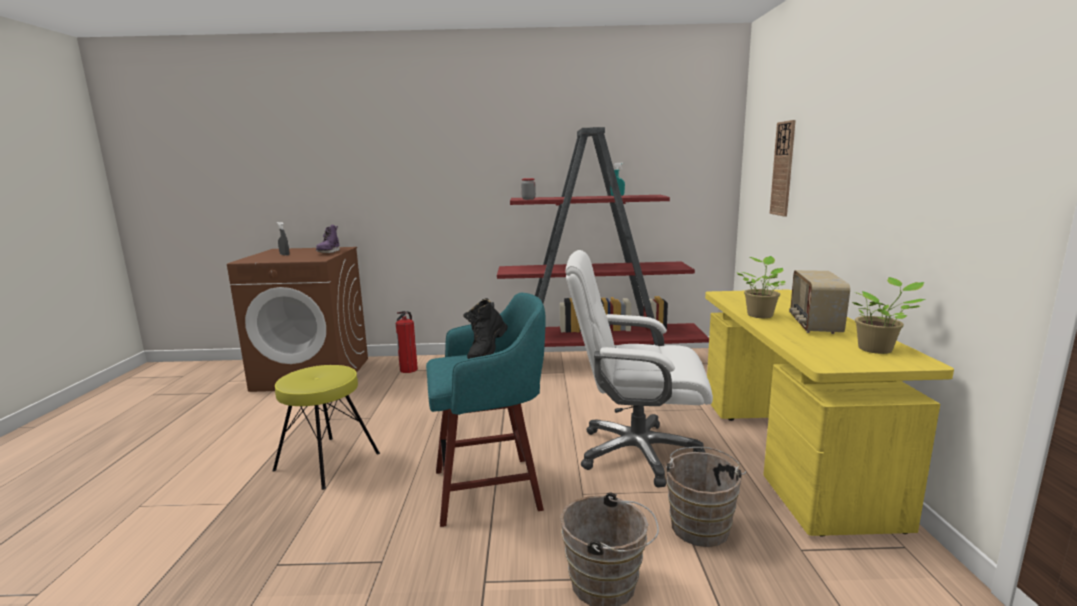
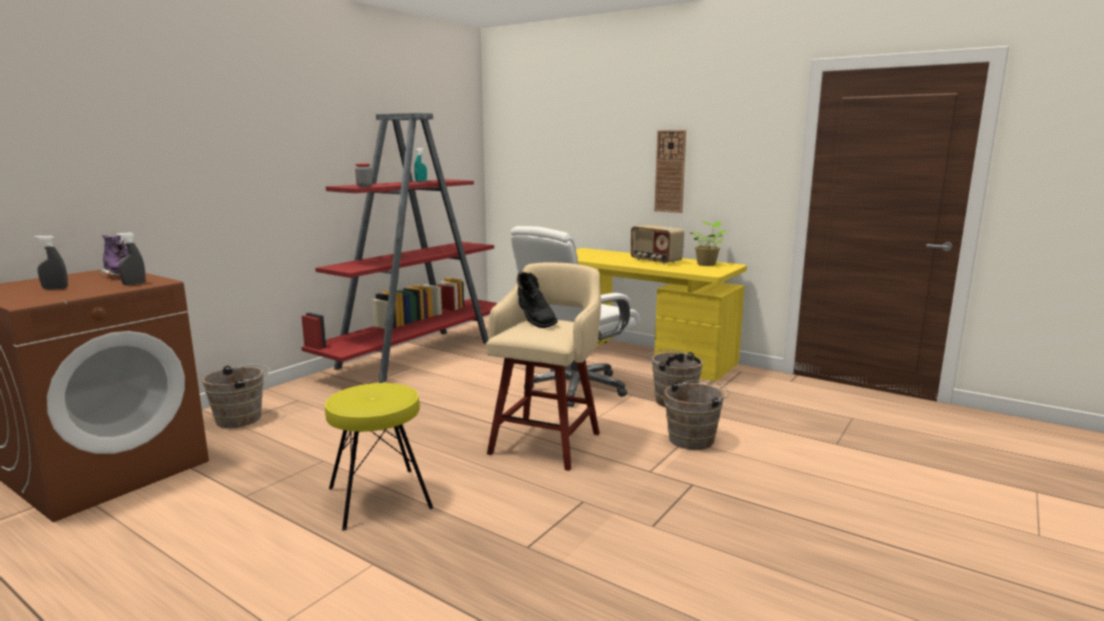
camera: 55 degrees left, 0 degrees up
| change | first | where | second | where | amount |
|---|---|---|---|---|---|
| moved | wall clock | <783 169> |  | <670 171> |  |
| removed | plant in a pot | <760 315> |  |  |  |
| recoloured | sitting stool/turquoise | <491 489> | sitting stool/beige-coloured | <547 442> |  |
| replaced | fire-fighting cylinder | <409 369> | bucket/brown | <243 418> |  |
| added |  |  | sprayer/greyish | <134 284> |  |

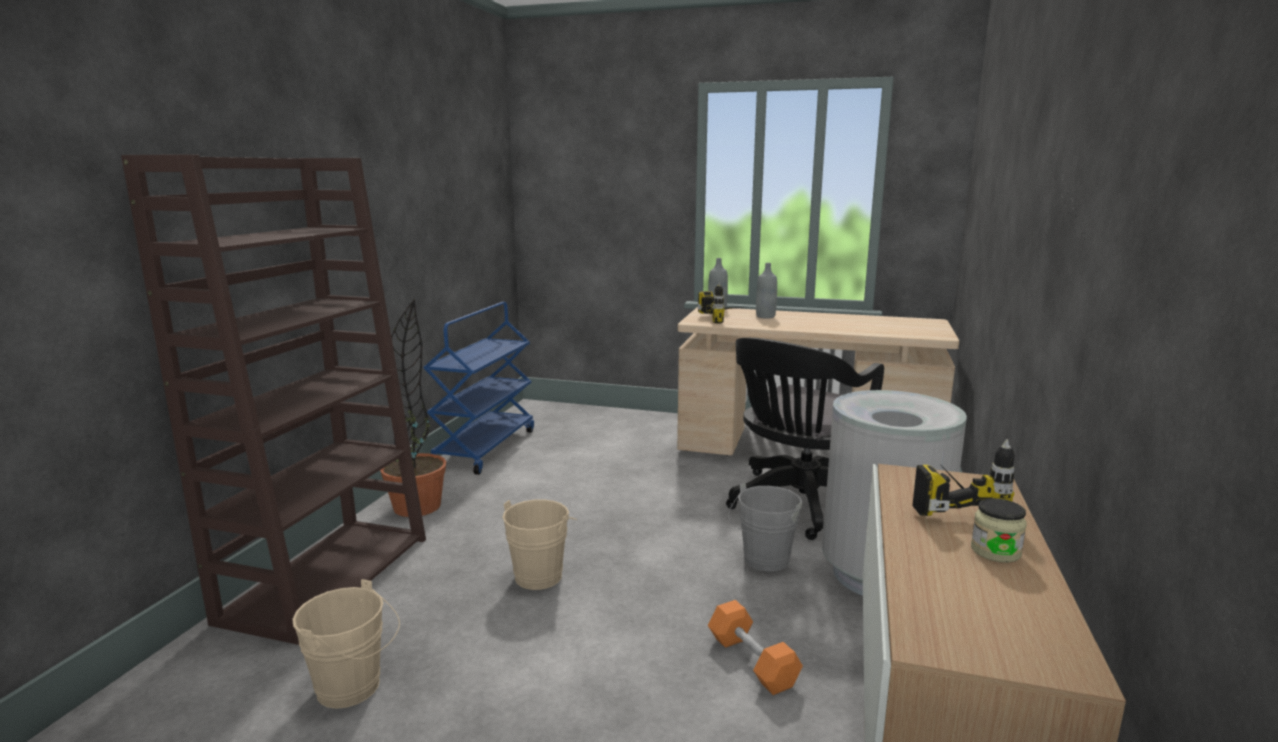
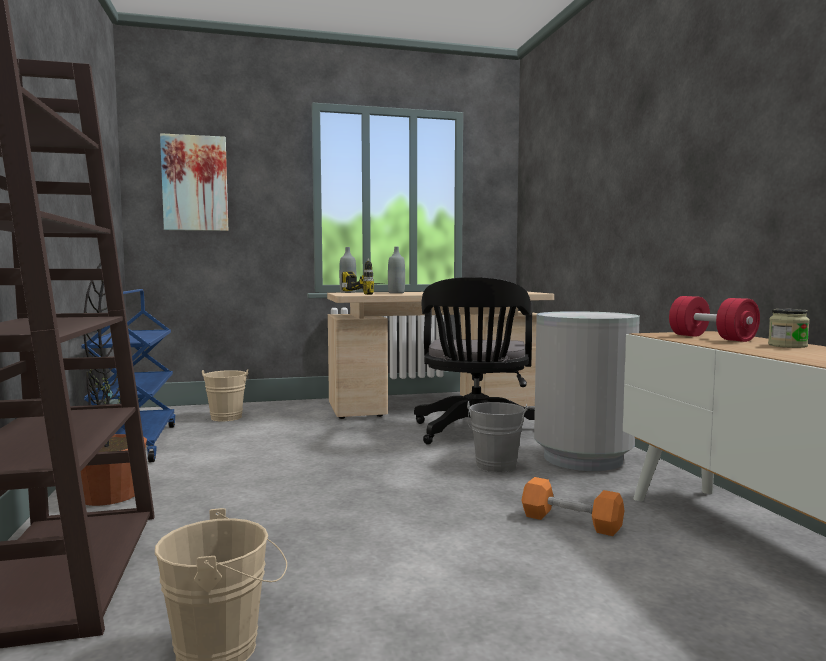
camera: 30 degrees left, 10 degrees down
| change | first | where | second | where | amount |
|---|---|---|---|---|---|
| replaced | drill | <949 502> | free weight/reddish | <712 338> |  |
| moved | bucket/beige-coloured | <541 574> |  | <227 416> |  |
| added |  |  | wall picture | <195 183> |  |

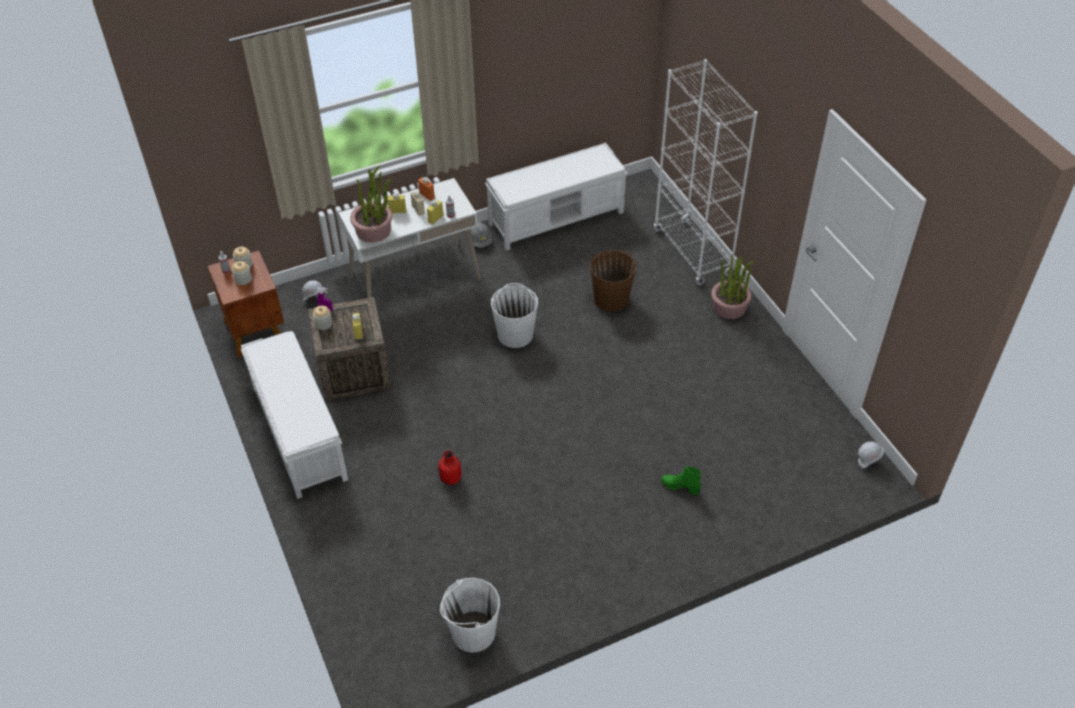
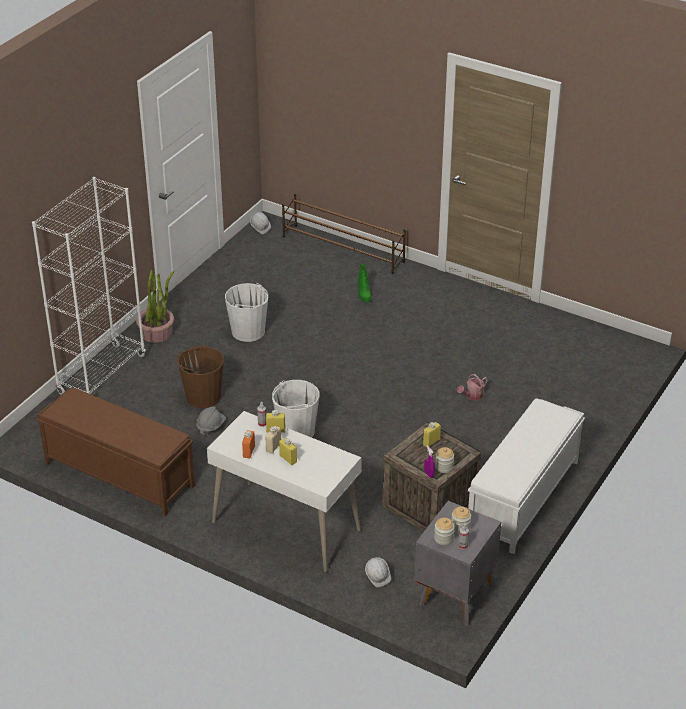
camera: 125 degrees left, 10 degrees down
| change | first | where | second | where | amount |
|---|---|---|---|---|---|
| recoloured | long seat/white | <557 217> | long seat/brown | <118 474> |  |
| removed | plant in a pot | <373 230> |  |  |  |
| moved | hard hat/greyish | <480 241> |  | <210 426> |  |
| recoloured | night table/brown | <255 331> | night table/greyish | <455 596> |  |
| replaced | beverage bottle/reddish | <451 478> | watering pot | <472 396> |  |
| moved | bucket/white | <473 632> |  | <248 331> |  |
| added |  |  | shoe stand/brown | <343 249> |  |

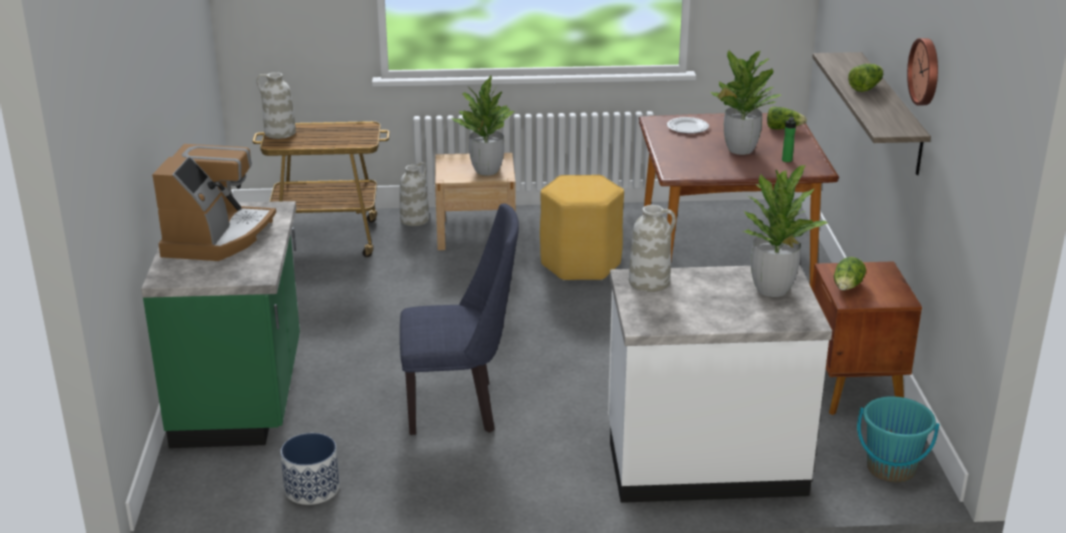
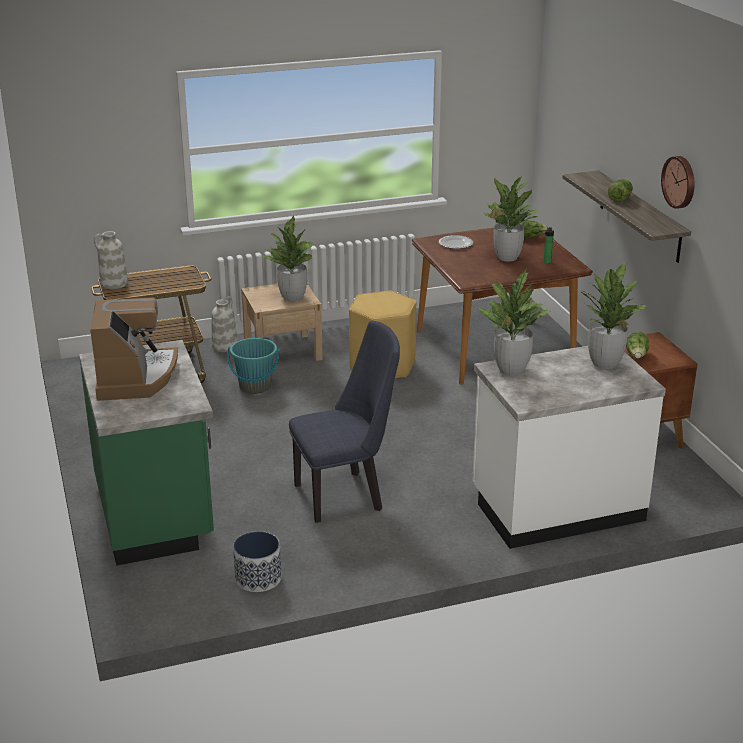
camera: 15 degrees left, 0 degrees up
| change | first | where | second | where | amount |
|---|---|---|---|---|---|
| replaced | decorative vase/white | <650 282> | plant in a pot | <511 369> |  |
| moved | bucket/turquoise | <891 469> |  | <255 386> |  |

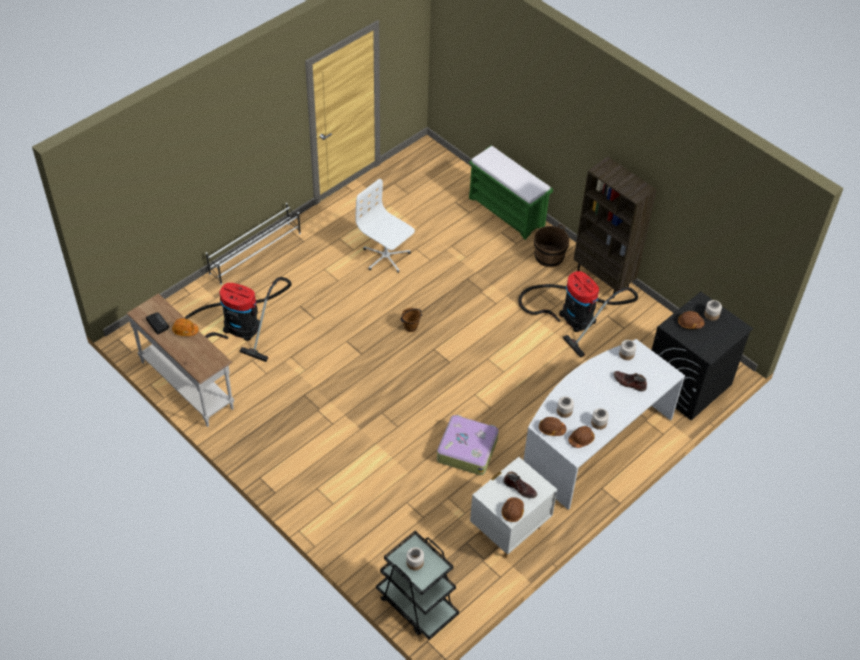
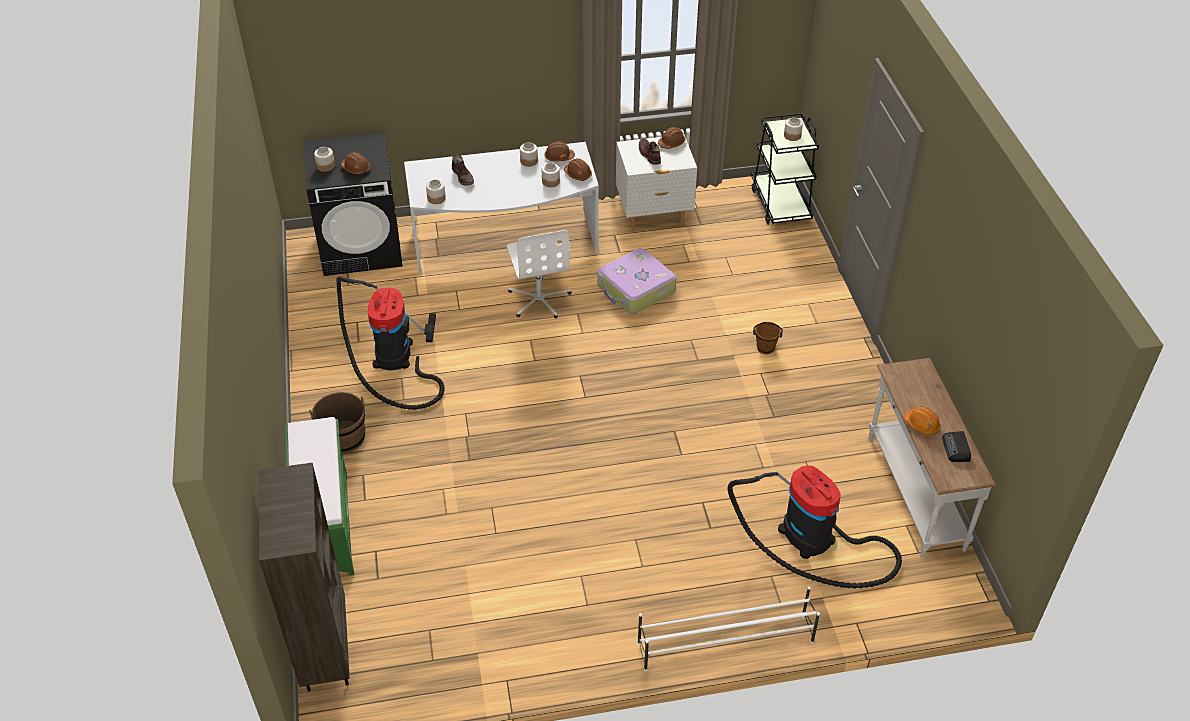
camera: 145 degrees left, 5 degrees down
| change | first | where | second | where | amount |
|---|---|---|---|---|---|
| moved | shelving unit/brown | <603 278> |  | <325 651> |  |
| moved | desk chair/white | <386 257> |  | <539 299> |  |
| moved | bucket/brown | <410 327> |  | <765 348> |  |

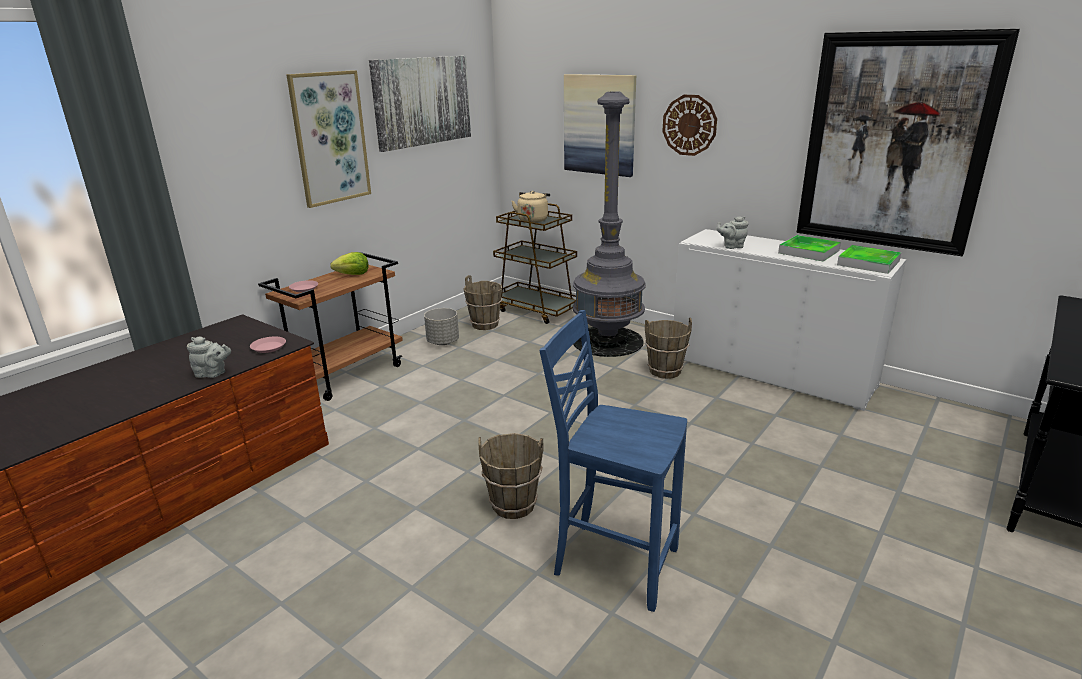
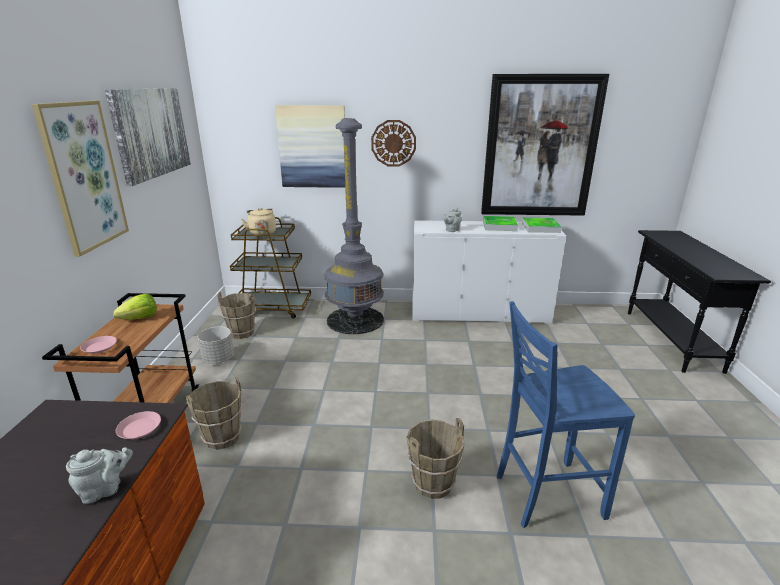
camera: 35 degrees left, 0 degrees up
| change | first | where | second | where | amount |
|---|---|---|---|---|---|
| moved | bucket/brown | <664 371> |  | <222 437> |  |

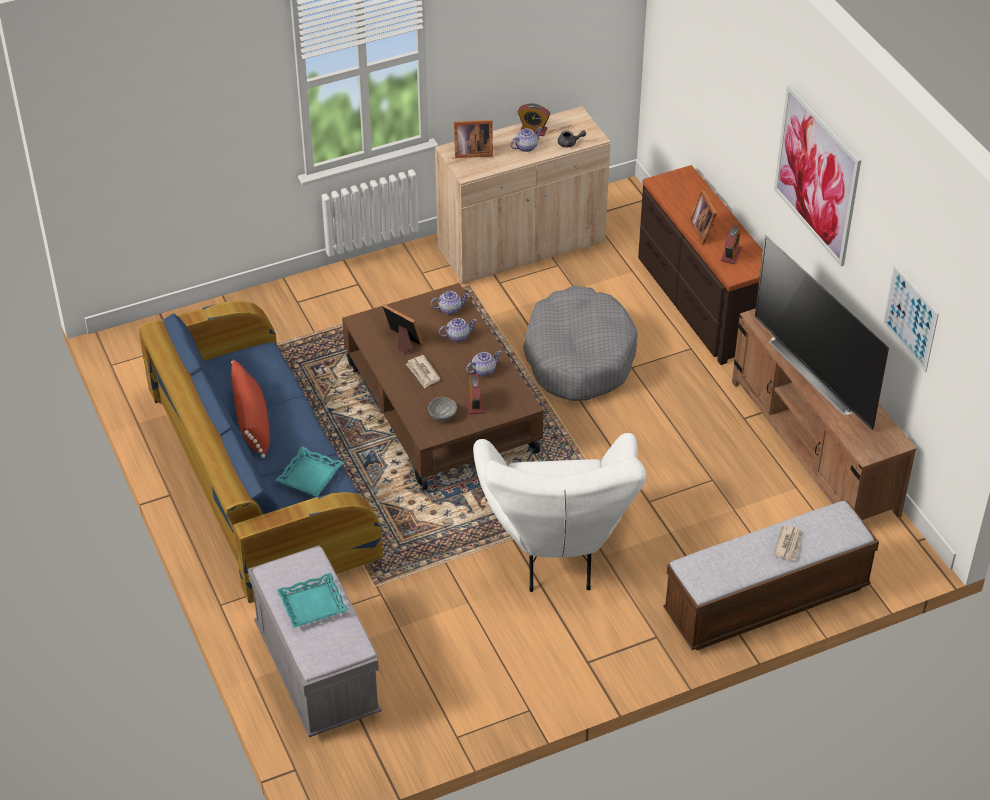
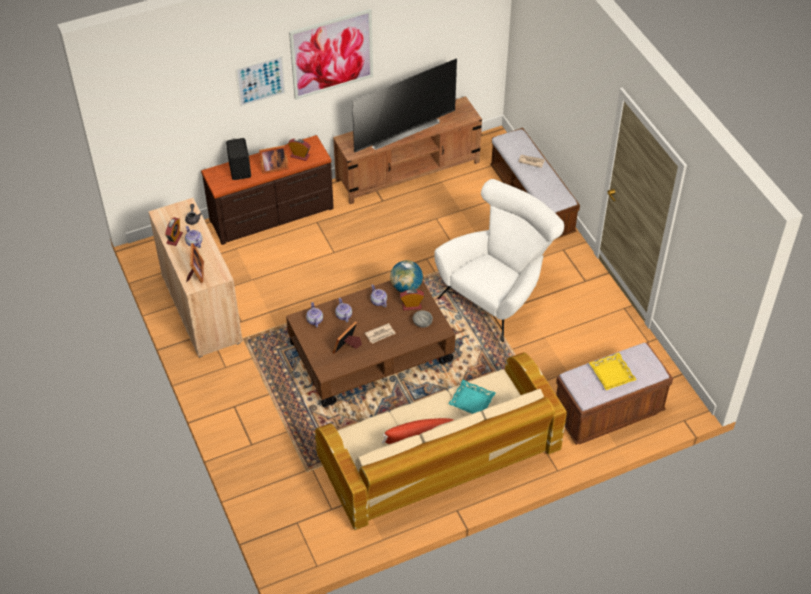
camera: 90 degrees left, 5 degrees up
| change | first | where | second | where | amount |
|---|---|---|---|---|---|
| moved | wall picture | <910 318> |  | <260 81> |  |
| removed | pet bed/greyish | <579 357> |  |  |  |
| recoloured | couch/bluish | <259 477> | couch/beige-coloured | <438 456> |  |
| turned | armchair/white | <557 549> |  | <497 293> | 45 degrees counterclockwise |
| recoloured | long seat/greyish | <317 672> | long seat/brown | <608 413> |  |
| recoloured | carrying tray/turquoise | <312 604> | carrying tray/yellowish | <611 374> |  |
| added |  |  | audio speaker/black-coloured | <240 169> |  |
| added |  |  | desk globe | <406 287> |  |

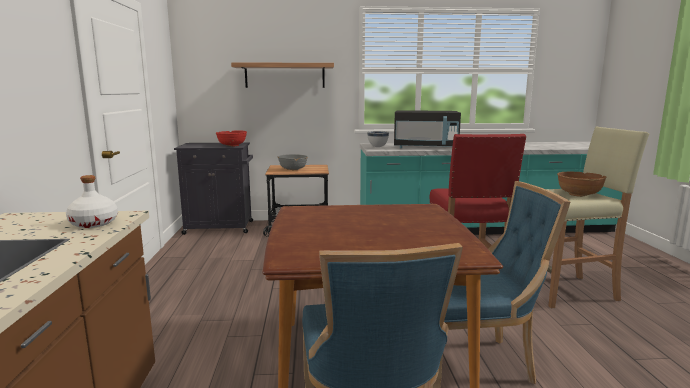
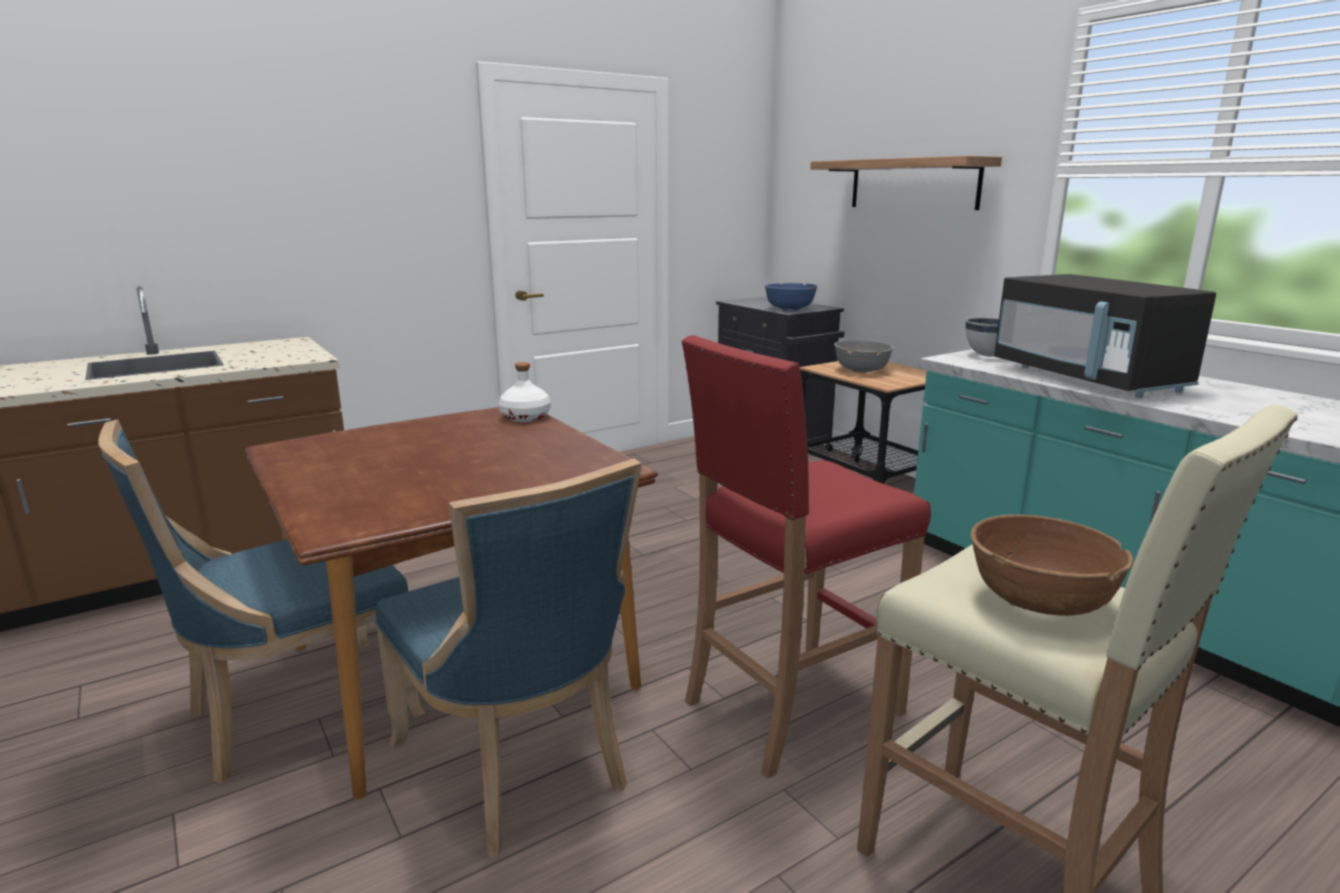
camera: 60 degrees right, 5 degrees up
| change | first | where | second | where | amount |
|---|---|---|---|---|---|
| recoloured | deep dish/reddish | <232 145> | deep dish/bluish | <789 309> |  |
| moved | beverage bottle/white | <94 223> |  | <525 417> |  |

